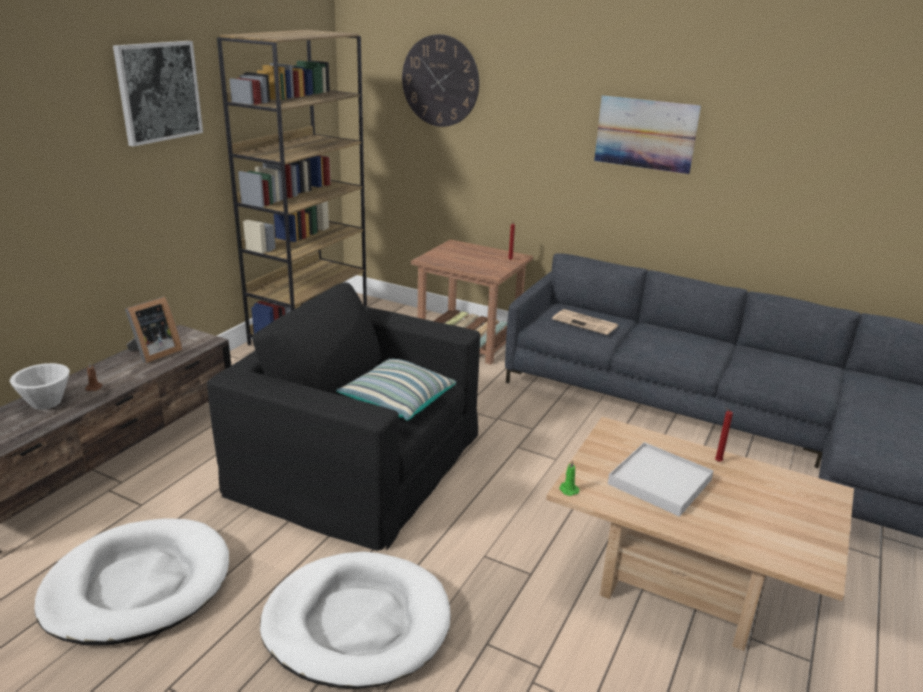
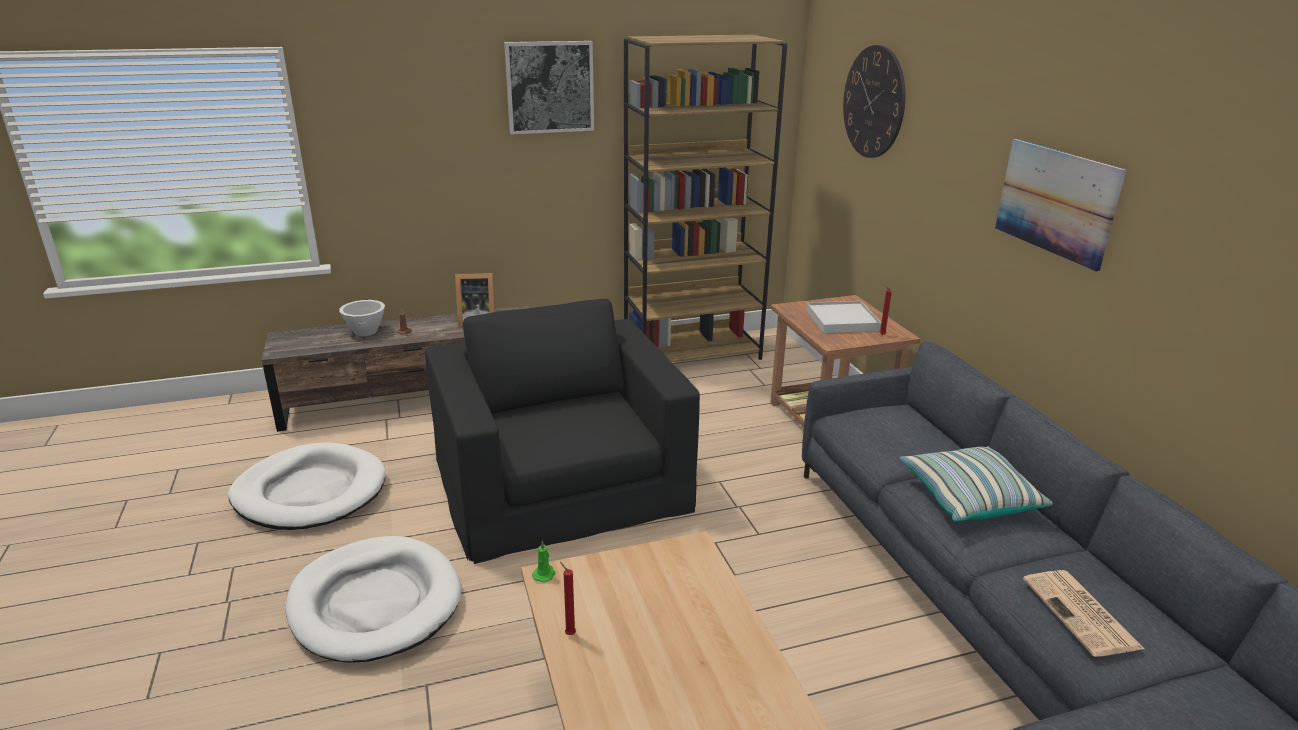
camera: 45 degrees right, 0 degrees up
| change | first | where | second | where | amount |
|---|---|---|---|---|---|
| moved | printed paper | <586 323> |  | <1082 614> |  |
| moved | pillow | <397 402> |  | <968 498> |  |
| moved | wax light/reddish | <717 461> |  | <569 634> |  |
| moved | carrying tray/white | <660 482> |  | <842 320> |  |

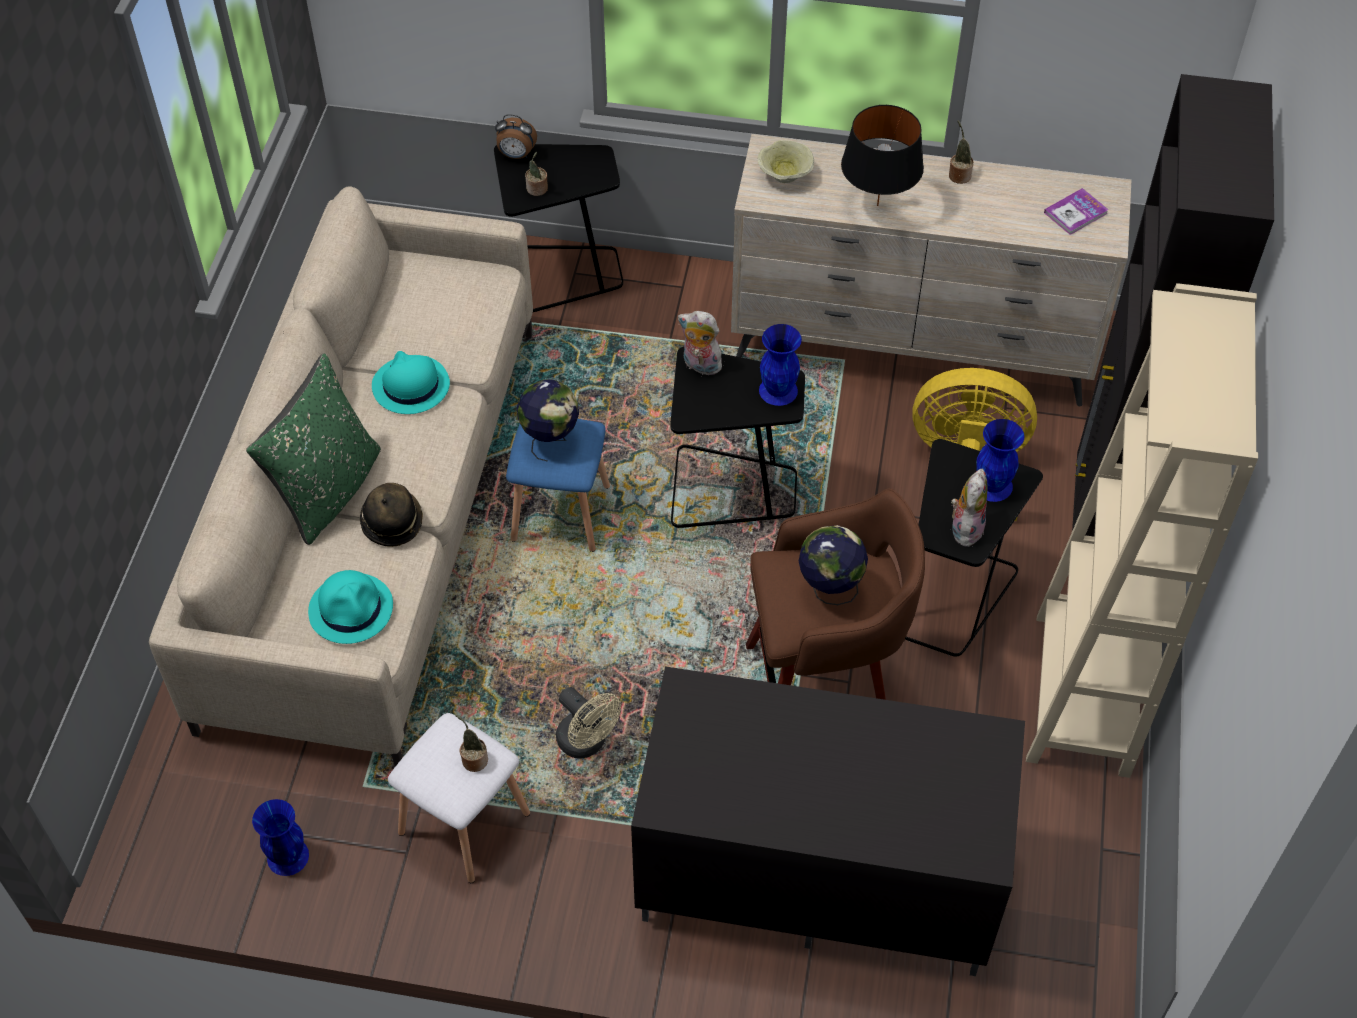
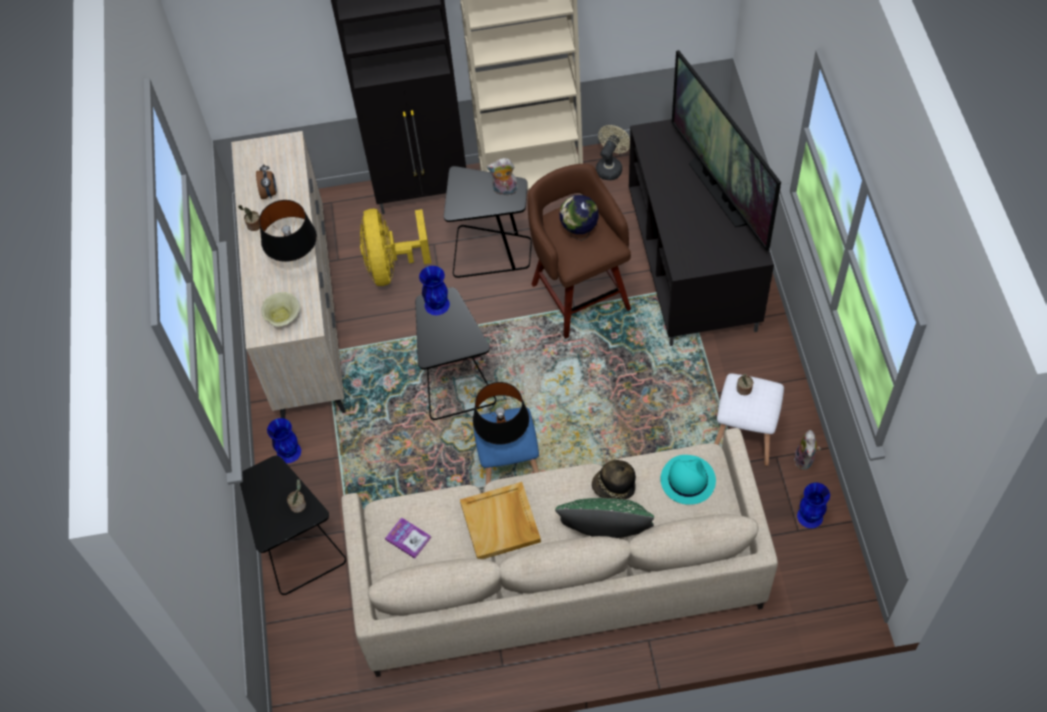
camera: 105 degrees left, 5 degrees up
| change | first | where | second | where | amount |
|---|---|---|---|---|---|
| moved | alarm clock | <516 155> |  | <269 193> |  |
| moved | bound book | <1075 213> |  | <408 538> |  |
| moved | soft toy | <700 365> |  | <805 460> |  |
| replaced | hat/turquoise | <410 386> | carrying tray/beige-coloured | <501 523> |  |
| replaced | desk globe | <550 440> | table lamp/black-coloured | <503 437> |  |
| moved | decorative vase/bluish | <993 485> |  | <288 451> |  |
| moved | fan/beige-coloured | <587 743> |  | <610 167> |  |
| added |  |  | TV set | <720 191> |  |

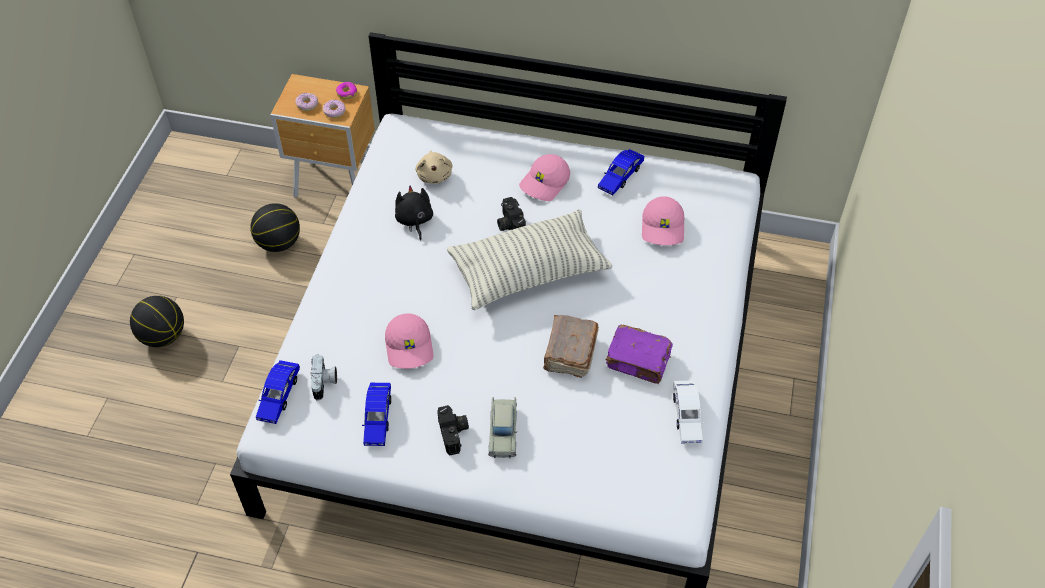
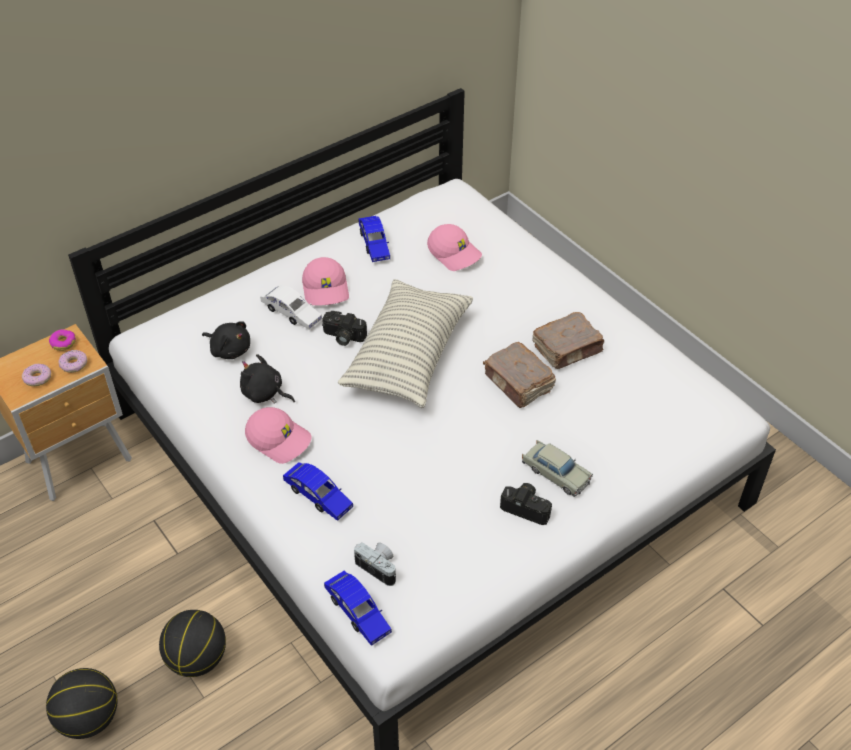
camera: 50 degrees left, 5 degrees down
| change | first | where | second | where | amount |
|---|---|---|---|---|---|
| recoloured | soft toy/beige-coloured | <434 175> | soft toy/black-coloured | <229 349> |  |
| moved | basketball | <278 243> |  | <197 659> |  |
| moved | cap/pinkish | <410 347> |  | <280 439> |  |
| recoloured | bound book/purple | <638 361> | bound book/brown | <568 349> |  |
| moved | model car/white | <686 416> |  | <291 313> |  |
| moved | model car/bluish | <378 418> |  | <318 496> |  |

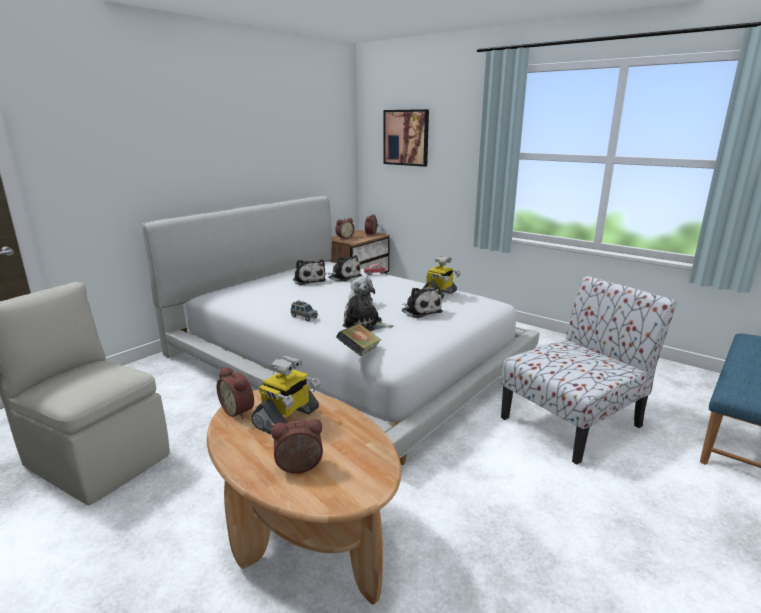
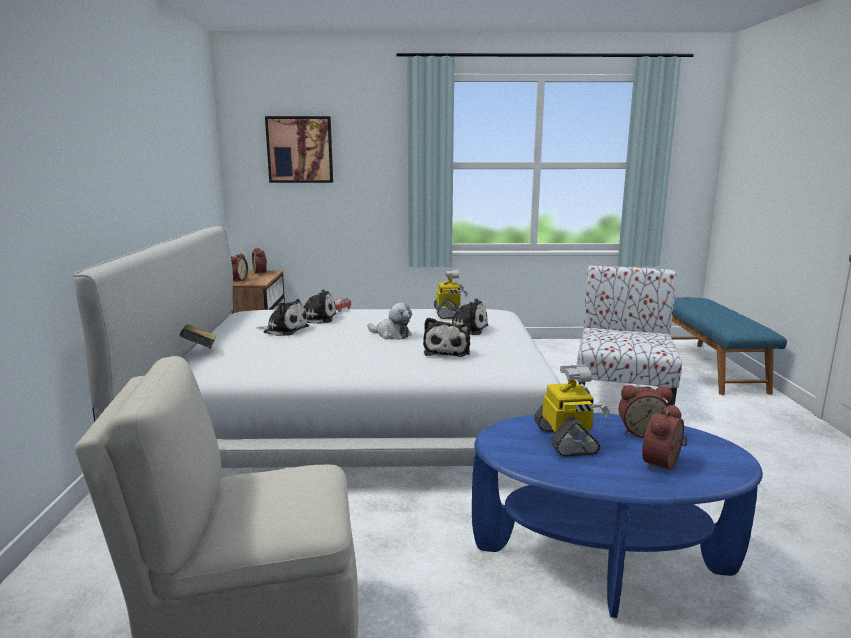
camera: 40 degrees left, 5 degrees down
| change | first | where | second | where | amount |
|---|---|---|---|---|---|
| turned | soft toy | <365 324> |  | <447 351> | 60 degrees counterclockwise |
| removed | model car/greyish | <304 317> |  |  |  |
| moved | bound book | <359 352> |  | <200 350> |  |
| moved | alarm clock | <239 410> |  | <641 432> |  |
| recoloured | coffee table/brown | <305 530> | coffee table/bluish | <602 561> |  |

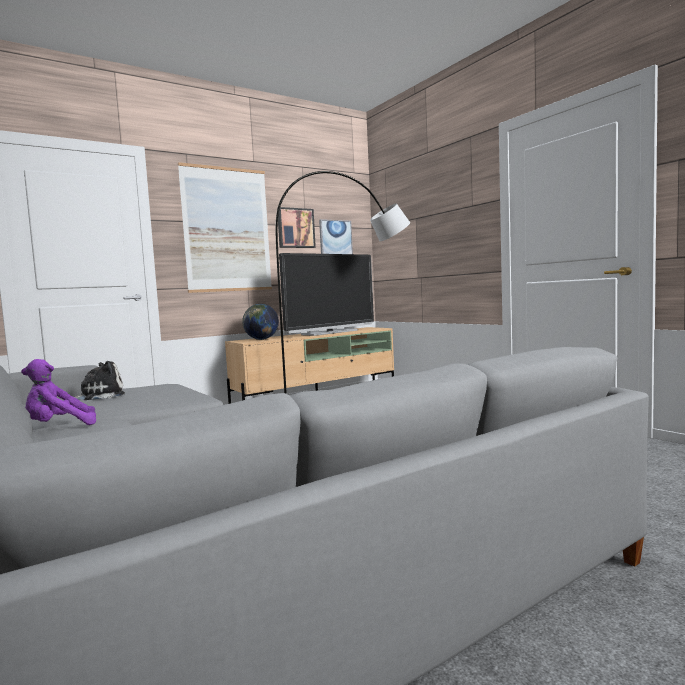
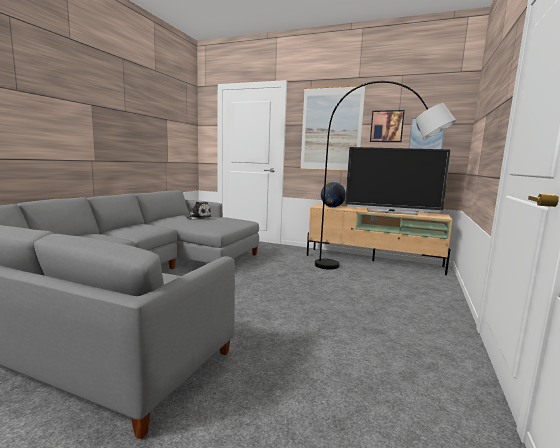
camera: 55 degrees right, 5 degrees up
| change | first | where | second | where | amount |
|---|---|---|---|---|---|
| removed | soft toy/purple | <58 427> |  |  |  |

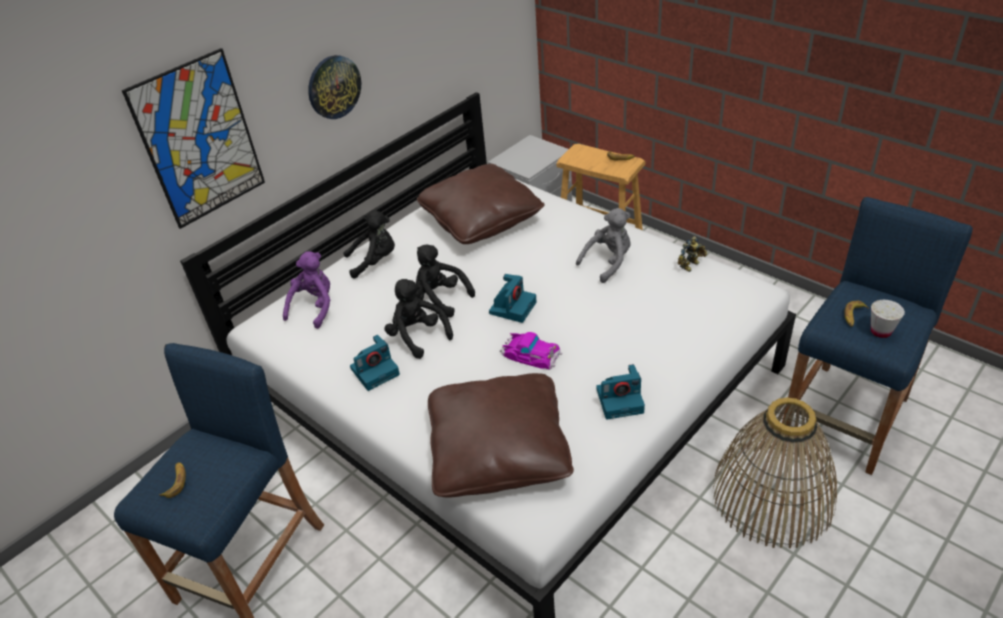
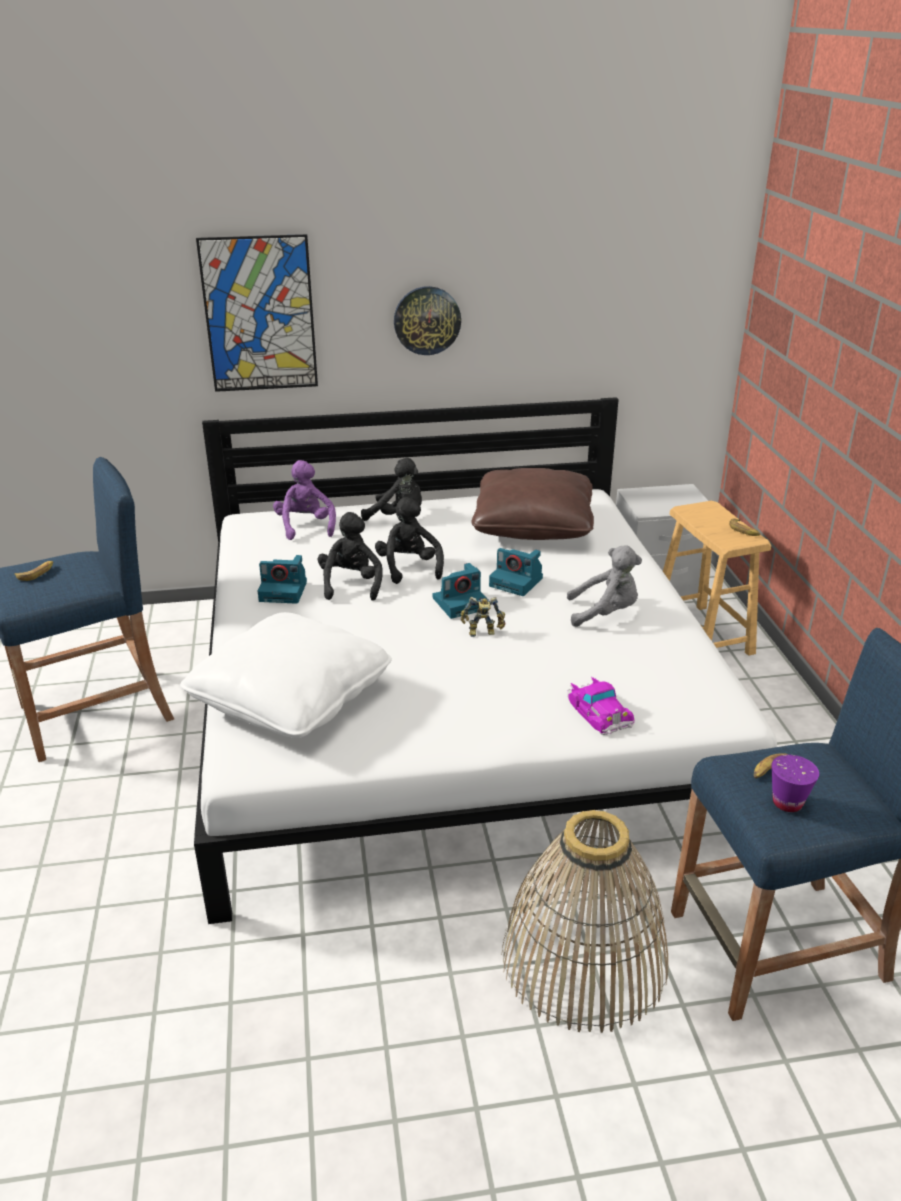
camera: 35 degrees right, 10 degrees down
| change | first | where | second | where | amount |
|---|---|---|---|---|---|
| moved | toy robot | <691 265> |  | <483 633> |  |
| turned | soft toy/purple | <315 307> |  | <305 526> | 75 degrees counterclockwise |
| recoloured | cup/white | <880 331> | cup/purple | <787 802> |  |
| moved | model car | <531 354> |  | <598 711> |  |
| moved | photo camera | <620 400> |  | <517 582> |  |
| recoloured | pillow/brown | <499 450> | pillow/white | <291 698> |  |

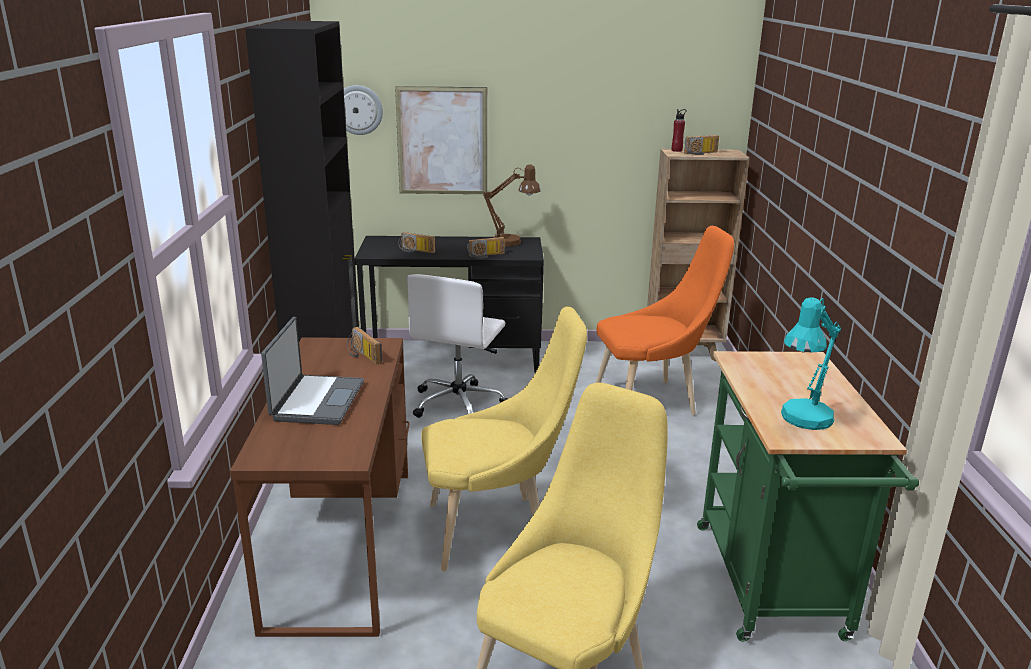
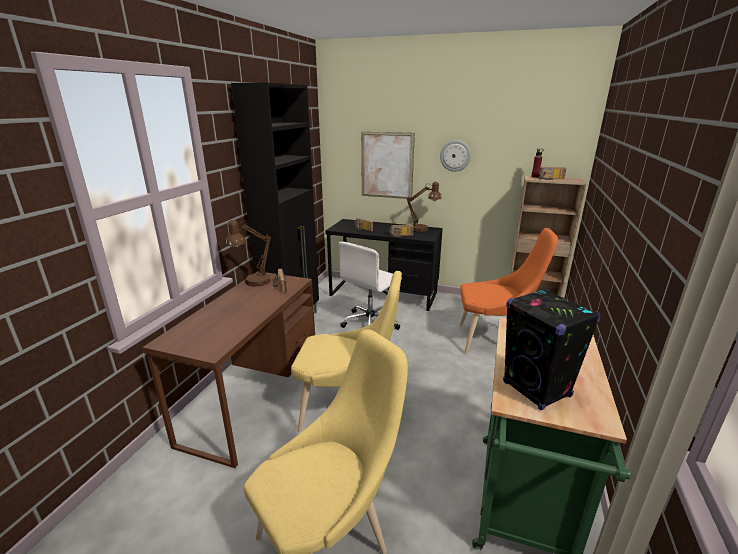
camera: 20 degrees right, 0 degrees up
| change | first | where | second | where | amount |
|---|---|---|---|---|---|
| moved | wall clock | <358 110> |  | <455 155> |  |
| replaced | table lamp/turquoise | <802 421> | audio speaker/black-coloured | <536 390> |  |
| removed | portable computer | <316 401> |  |  |  |
| added |  |  | table lamp/brown | <253 283> |  |

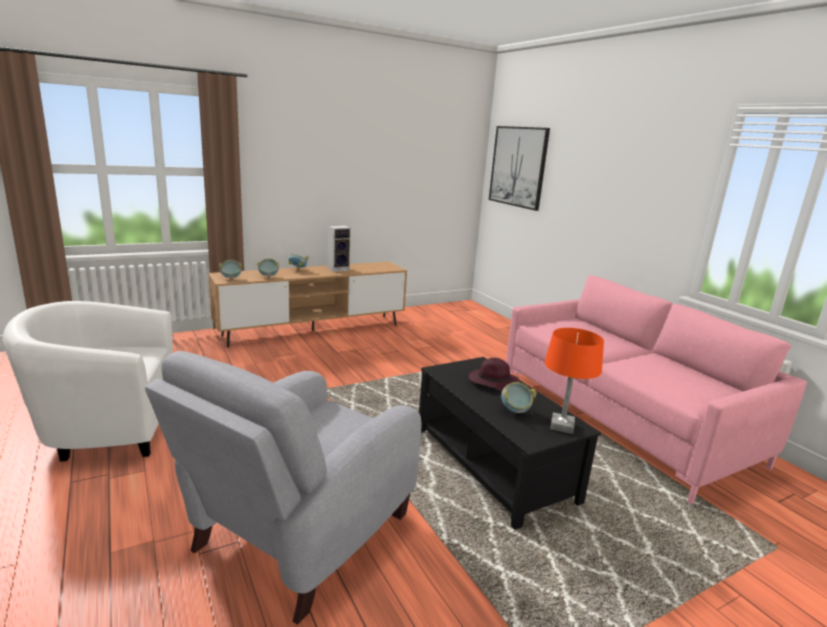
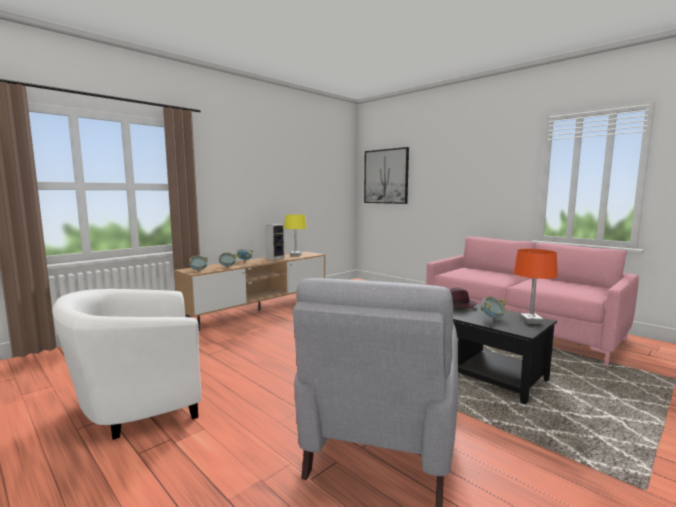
camera: 15 degrees left, 10 degrees down
| change | first | where | second | where | amount |
|---|---|---|---|---|---|
| added |  |  | table lamp/yellowish | <295 255> |  |

